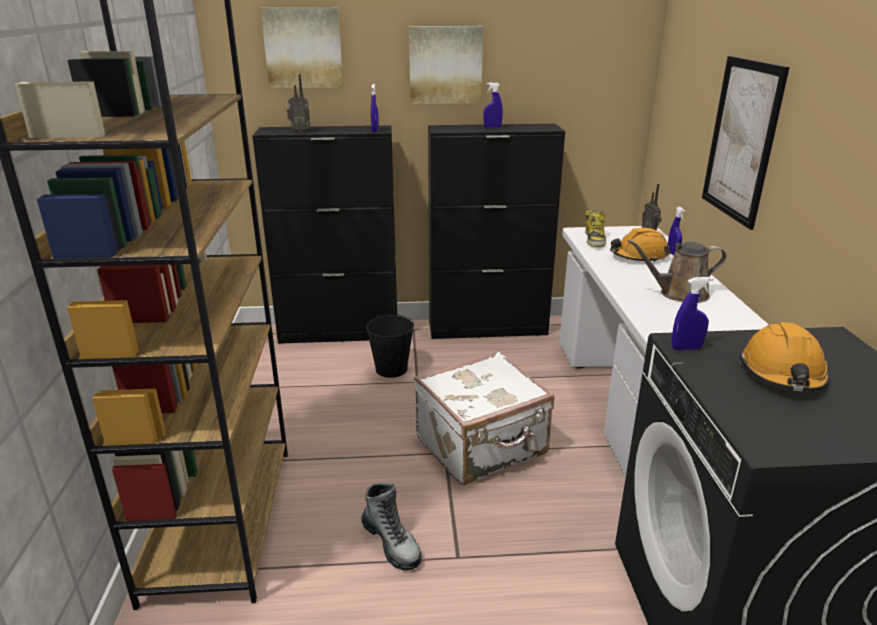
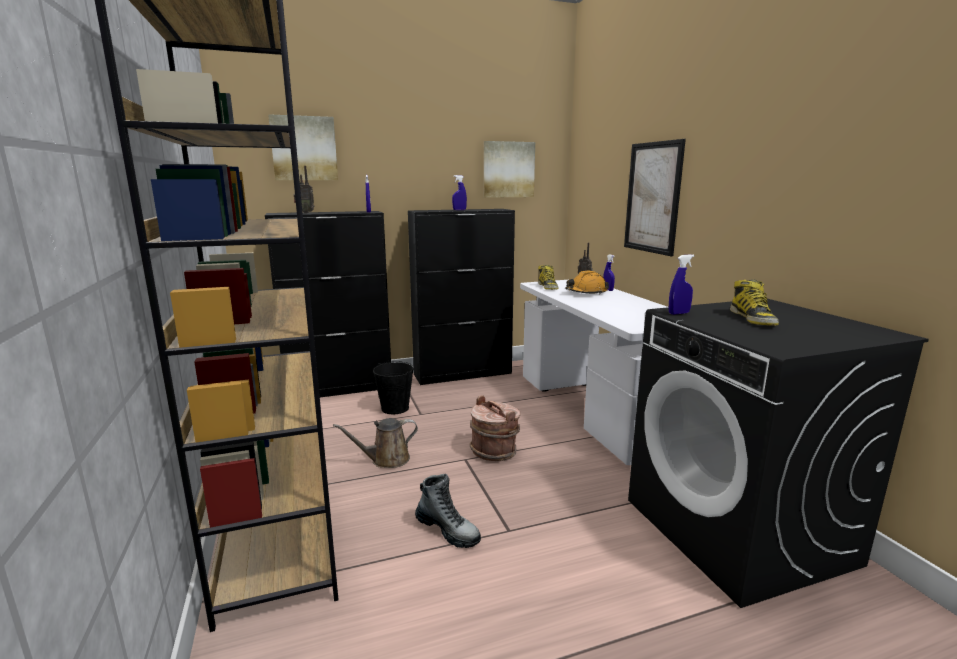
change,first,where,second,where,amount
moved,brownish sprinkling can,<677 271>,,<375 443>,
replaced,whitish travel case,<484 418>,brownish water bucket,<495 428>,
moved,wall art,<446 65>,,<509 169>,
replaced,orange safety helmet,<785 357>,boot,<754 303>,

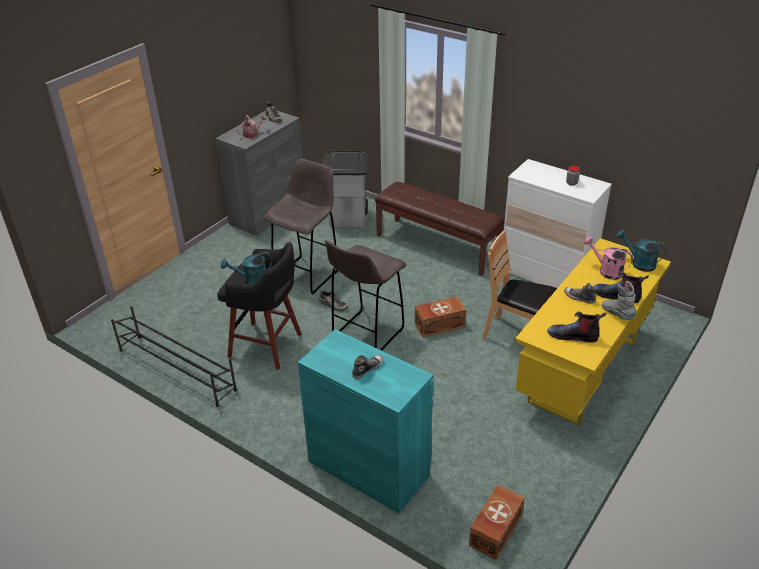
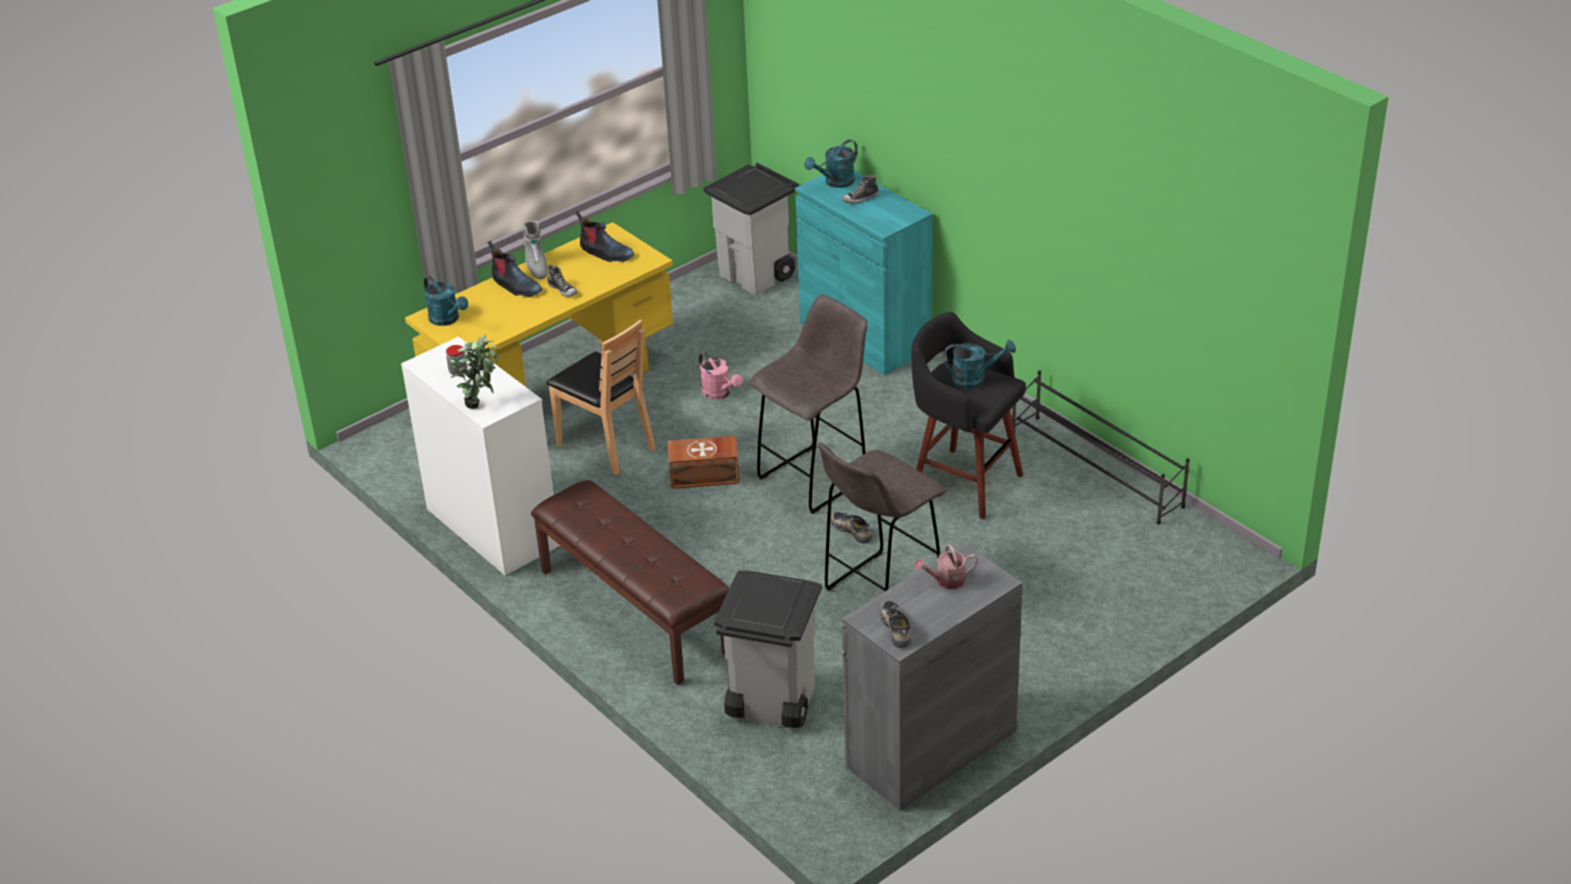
change,first,where,second,where,amount
added,,,houseplant,<474 372>,
moved,pinkish sprinkling can,<608 258>,,<721 376>,
replaced,brownish storage bin,<497 522>,gray trash can,<750 229>,
added,,,turquoise sprinkling can,<831 164>,

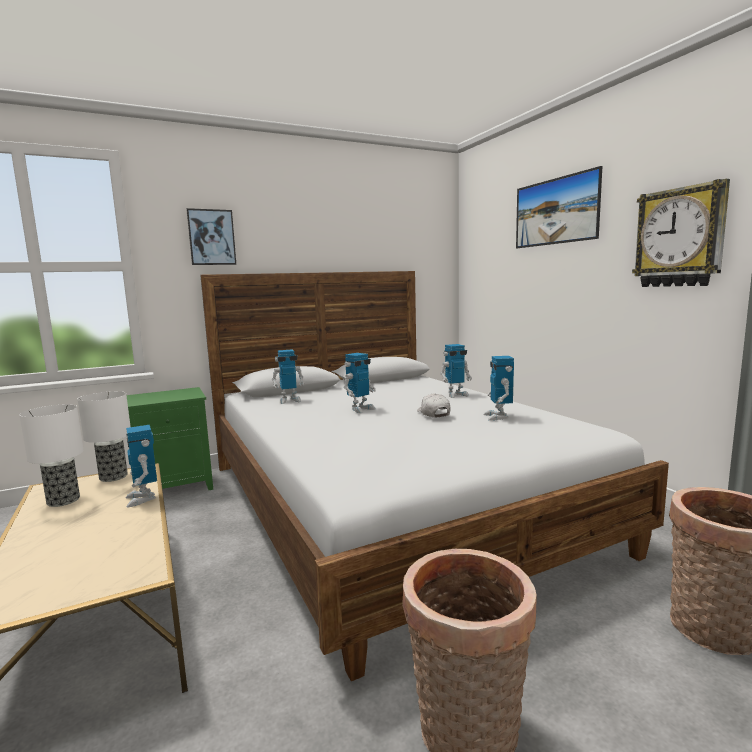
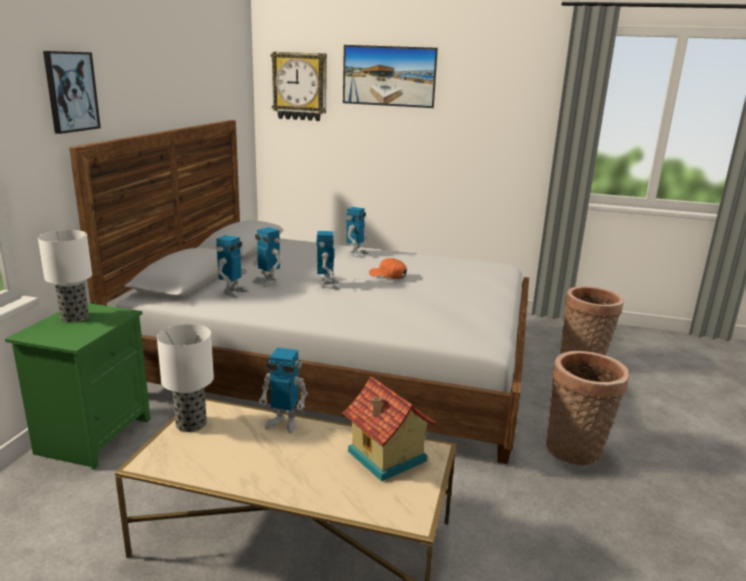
change,first,where,second,where,amount
moved,table lamp,<51 455>,,<65 276>,
moved,robot figure,<498 388>,,<266 257>,
moved,hanging clock,<681 233>,,<299 86>,
added,,,model house,<389 428>,
recoloured,whitish baseball cap,<434 406>,orange baseball cap,<388 268>,

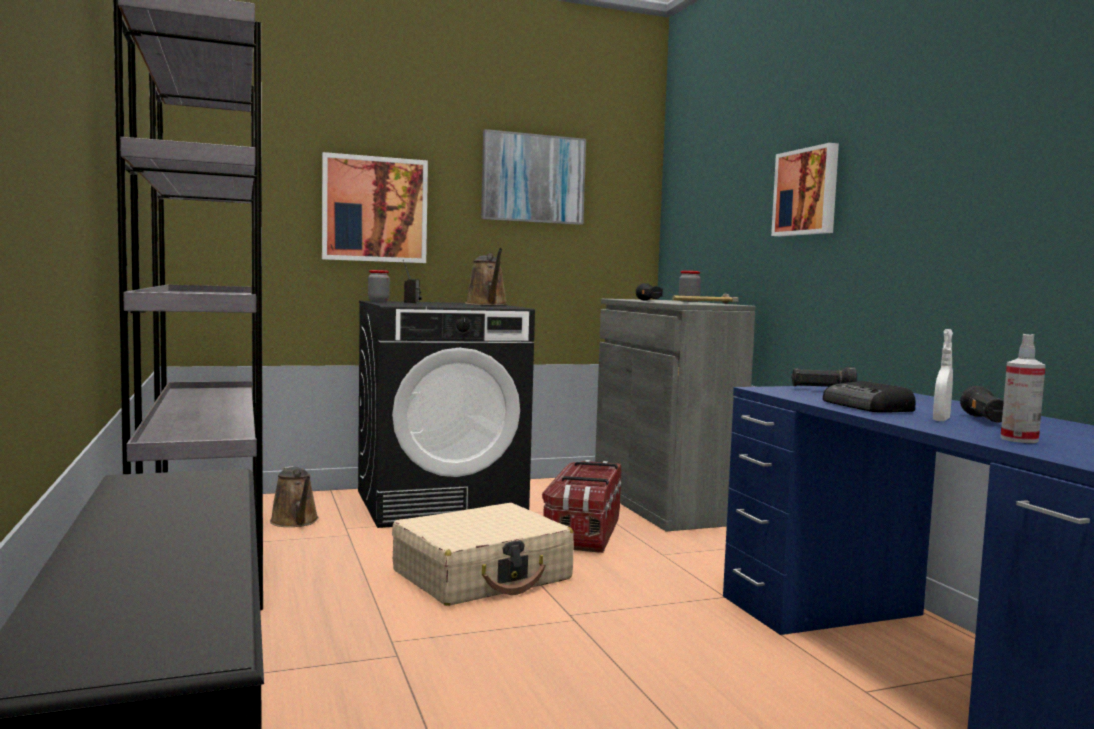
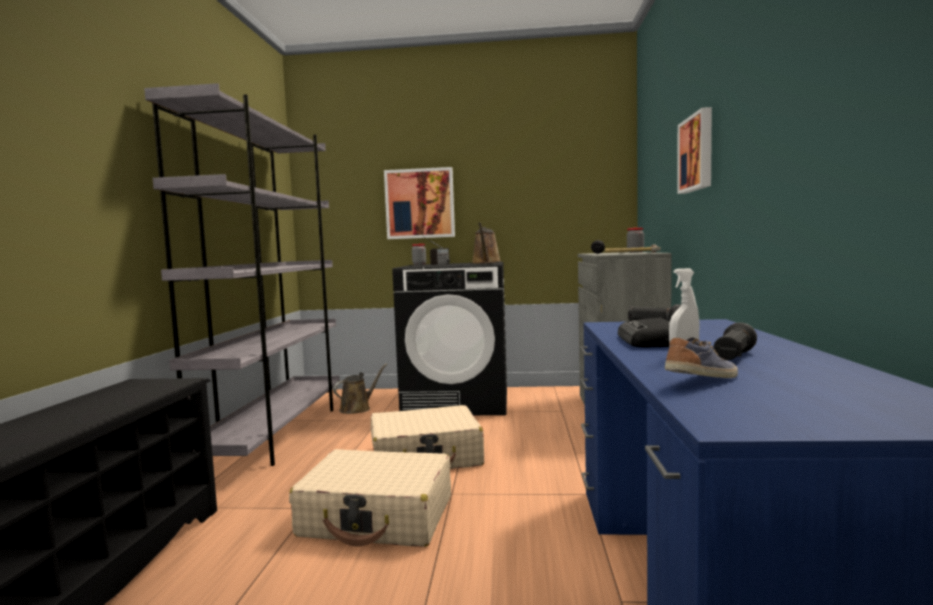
change,first,where,second,where,amount
added,,,beige travel case,<370 498>,
turned,brownish sprinkling can,<294 496>,,<360 389>,135 degrees counterclockwise
replaced,hand sprayer,<1023 388>,shoe,<701 357>,
removed,wall art,<533 177>,,,
removed,storage bin,<581 506>,,,

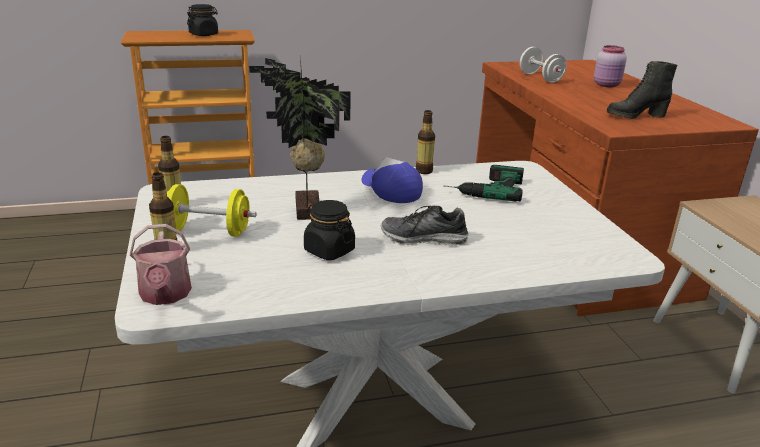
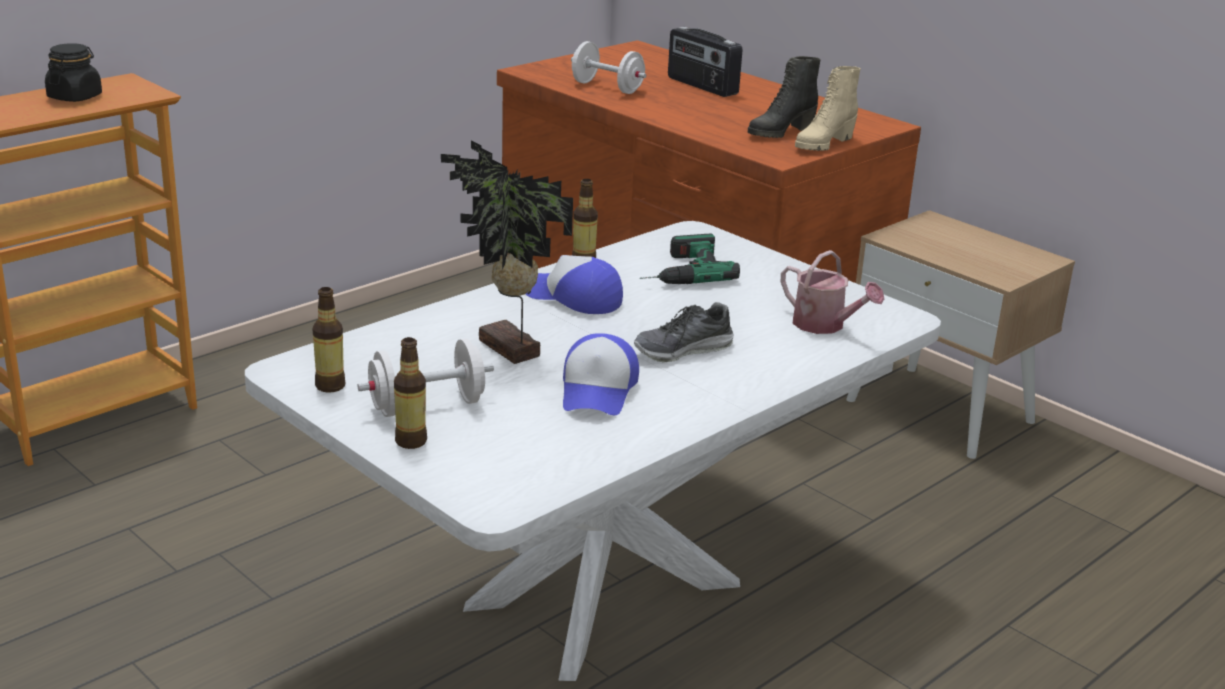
change,first,where,second,where,amount
recoloured,yellowish free weight,<212 210>,whitish free weight,<426 378>,
replaced,blackish preserve jar,<329 230>,baseball cap,<601 374>,
replaced,pinkish preserve jar,<610 66>,radio,<705 62>,
moved,sprinkling can,<161 264>,,<832 292>,
added,,,beige boot,<828 108>,

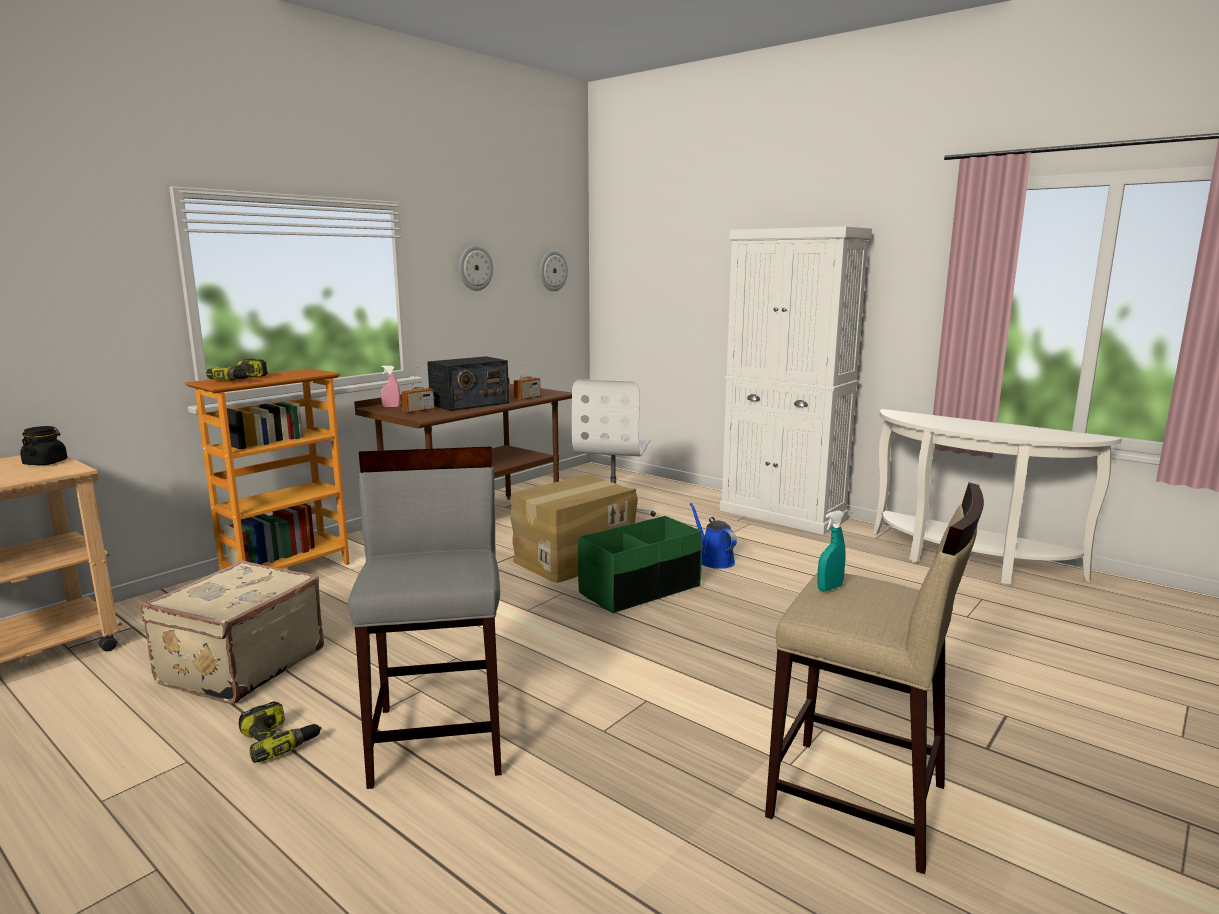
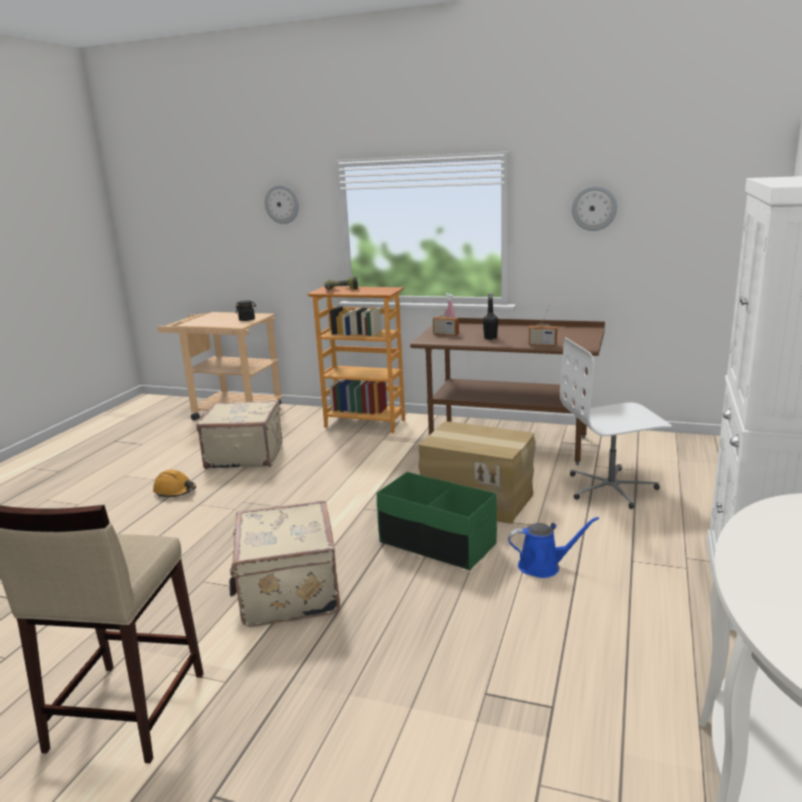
change,first,where,second,where,amount
replaced,electric drill,<280 732>,orange safety helmet,<174 484>,
added,,,beige travel case,<284 564>,
moved,hanging clock,<554 270>,,<282 204>,
replaced,radio,<468 383>,blackish drink bottle,<490 317>,
turned,bluish sprinkling can,<713 536>,,<553 547>,45 degrees clockwise
removed,gray stool,<425 617>,,,
removed,turquoise hand sprayer,<831 550>,,,

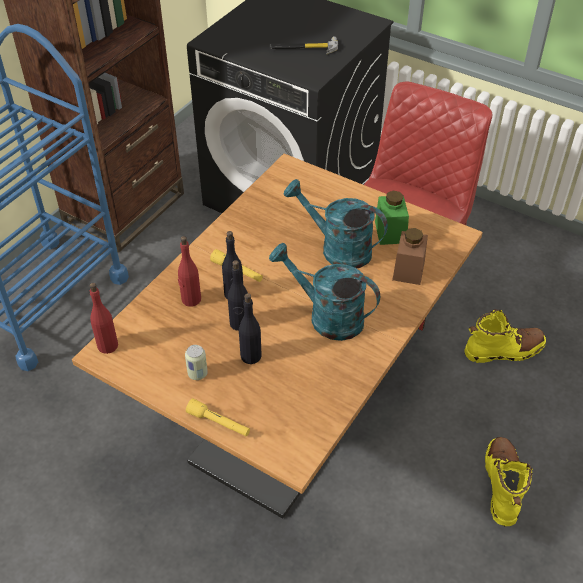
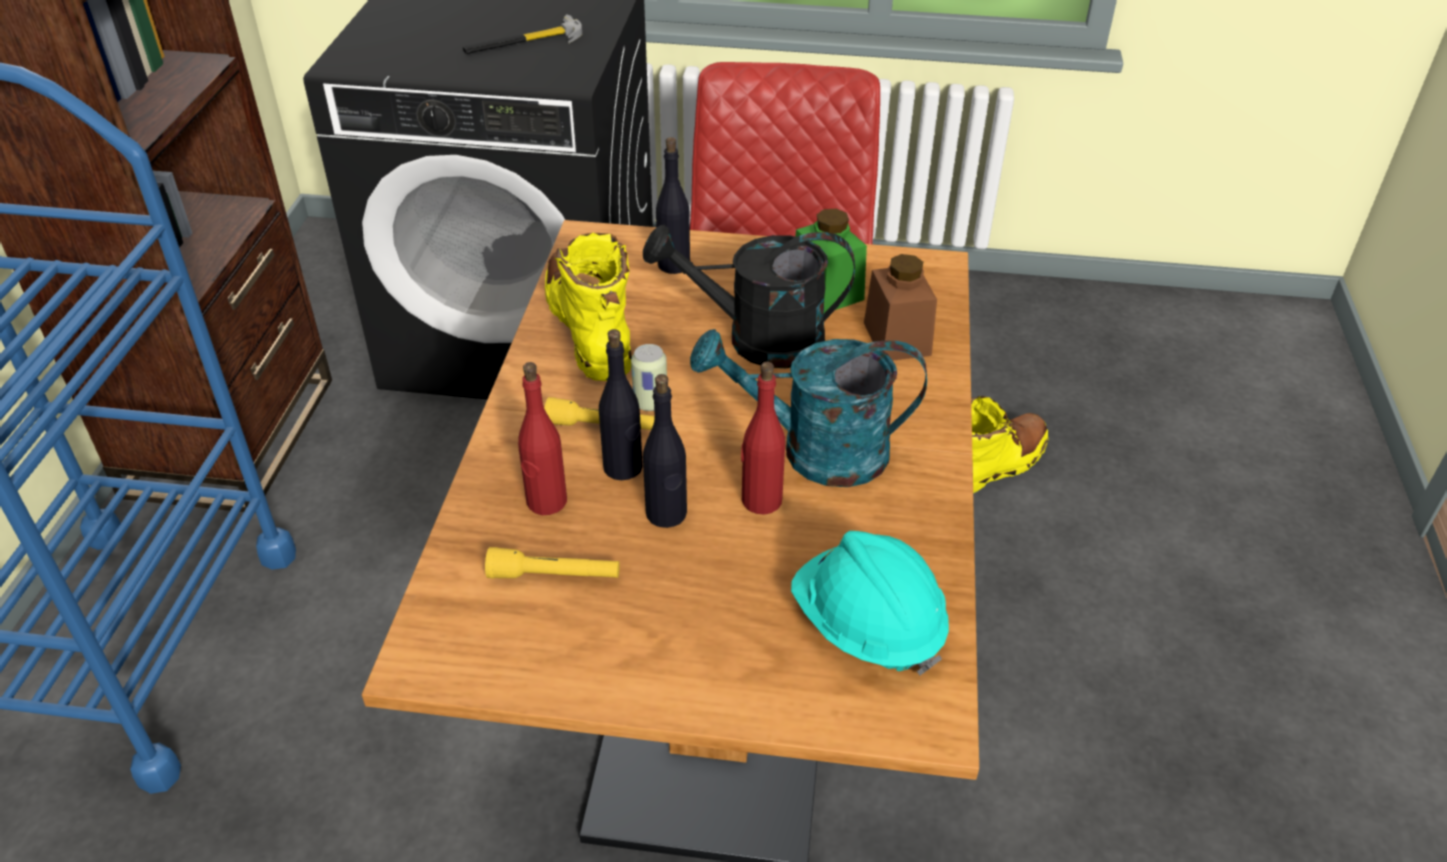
change,first,where,second,where,amount
moved,yellowish torch,<218 417>,,<552 562>,
moved,yellowish boot,<509 481>,,<588 307>,
moved,metal can,<196 362>,,<649 377>,
recoloured,turquoise sprinkling can,<336 223>,blackish sprinkling can,<749 296>,
moved,blackish drink bottle,<250 328>,,<673 205>,
moved,reddish drink bottle,<103 318>,,<763 438>,
added,,,turquoise safety helmet,<870 603>,

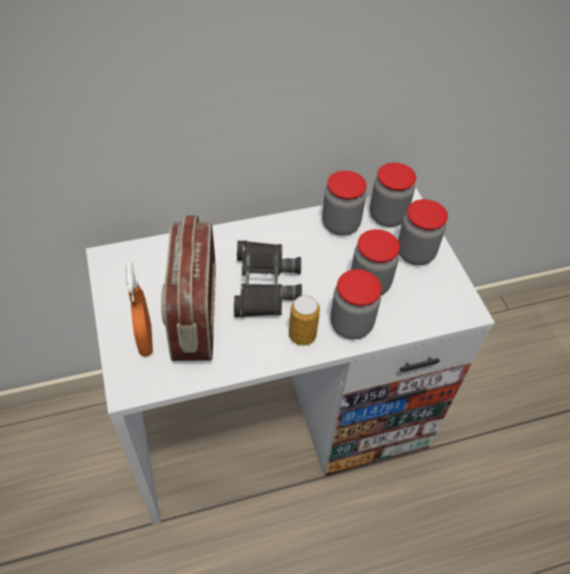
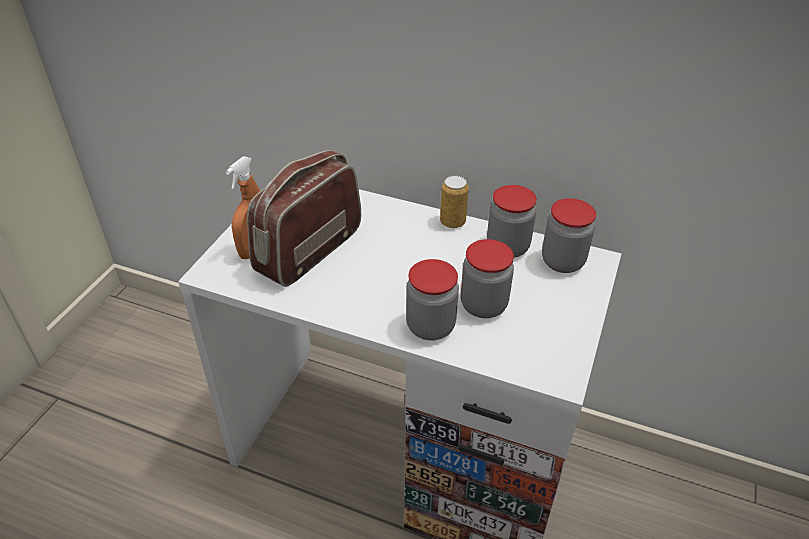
change,first,where,second,where,amount
moved,metal can,<304 320>,,<454 202>,
removed,blackish binoculars,<268 278>,,,
removed,preserve jar,<423 232>,,,

